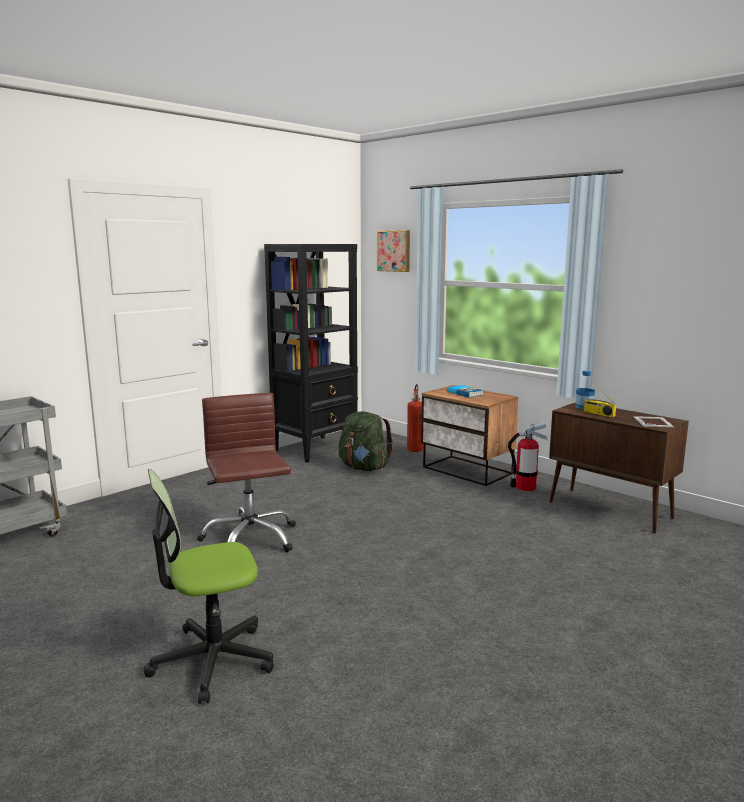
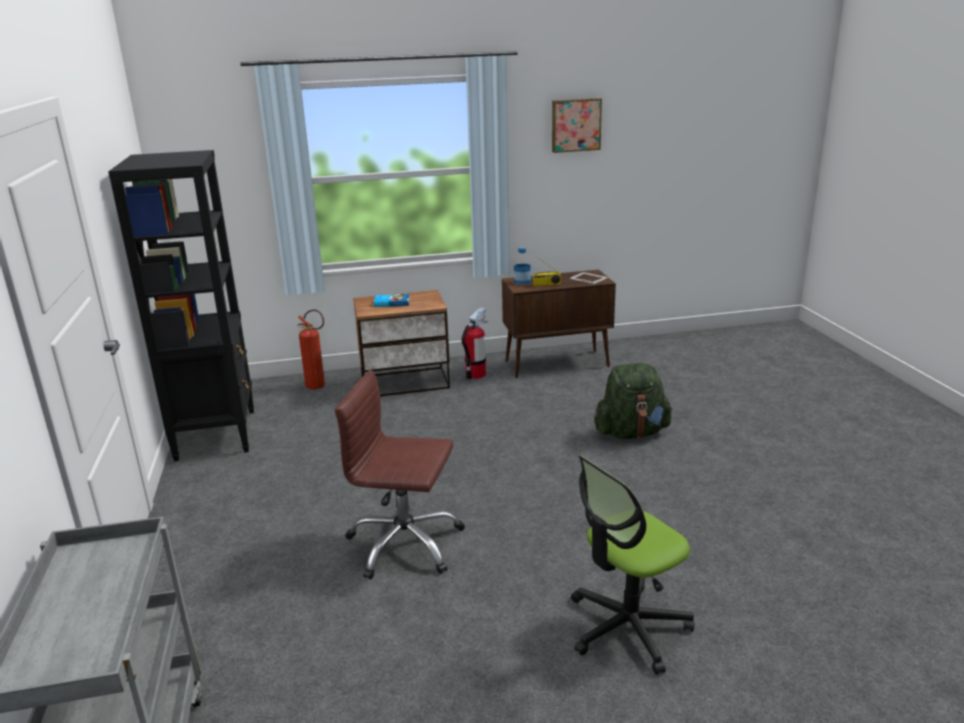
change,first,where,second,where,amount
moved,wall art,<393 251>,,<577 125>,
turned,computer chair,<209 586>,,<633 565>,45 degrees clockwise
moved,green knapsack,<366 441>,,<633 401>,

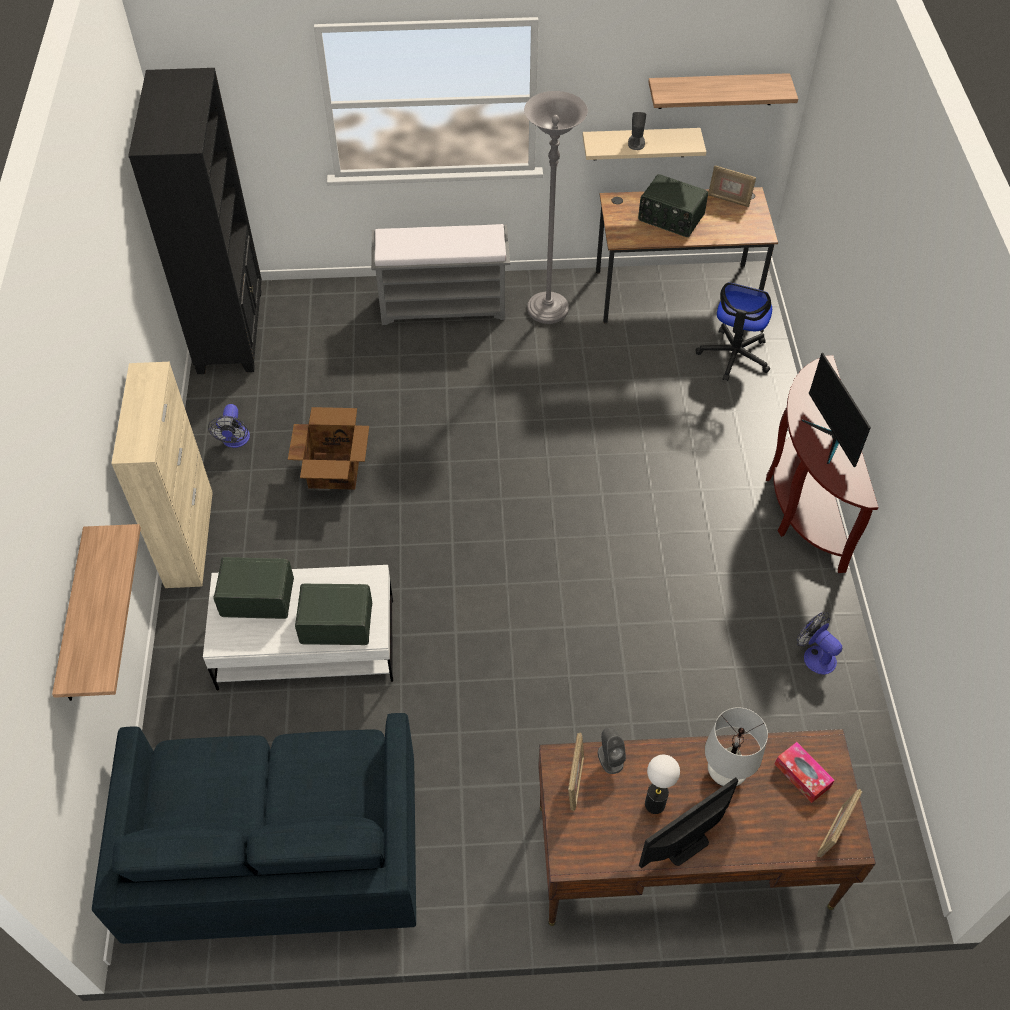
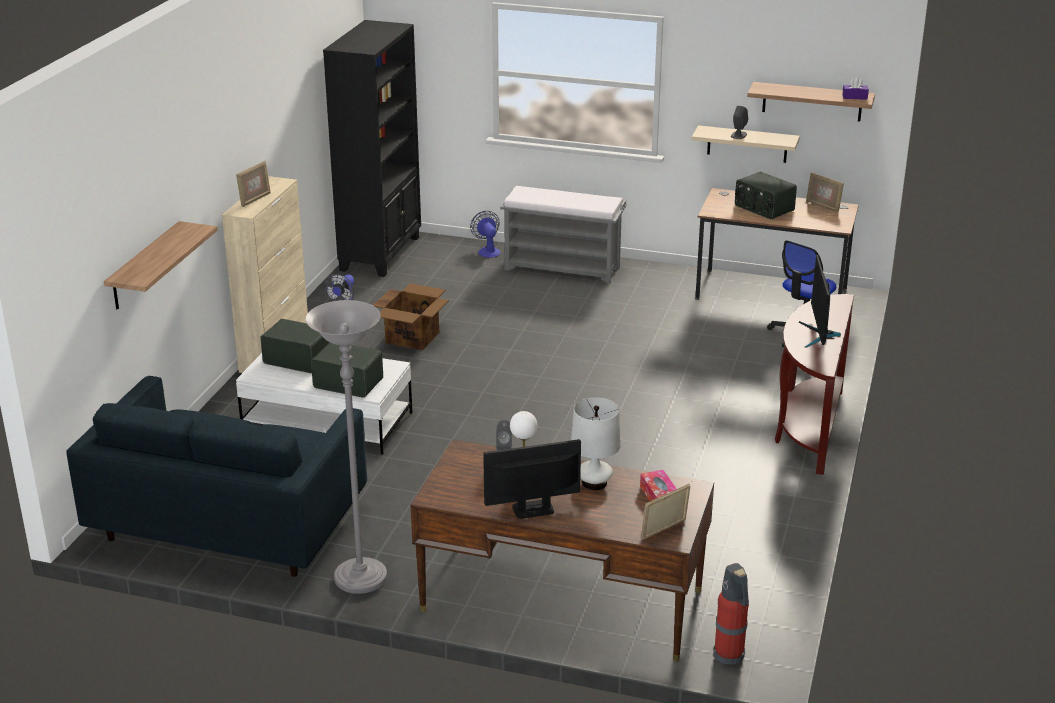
change,first,where,second,where,amount
moved,photo frame,<576 771>,,<253 184>,
moved,gray standing lamp,<556 207>,,<346 447>,
moved,cooling fan,<819 643>,,<485 234>,
added,,,extinguisher,<731 614>,
added,,,purple box of tissues,<856 88>,

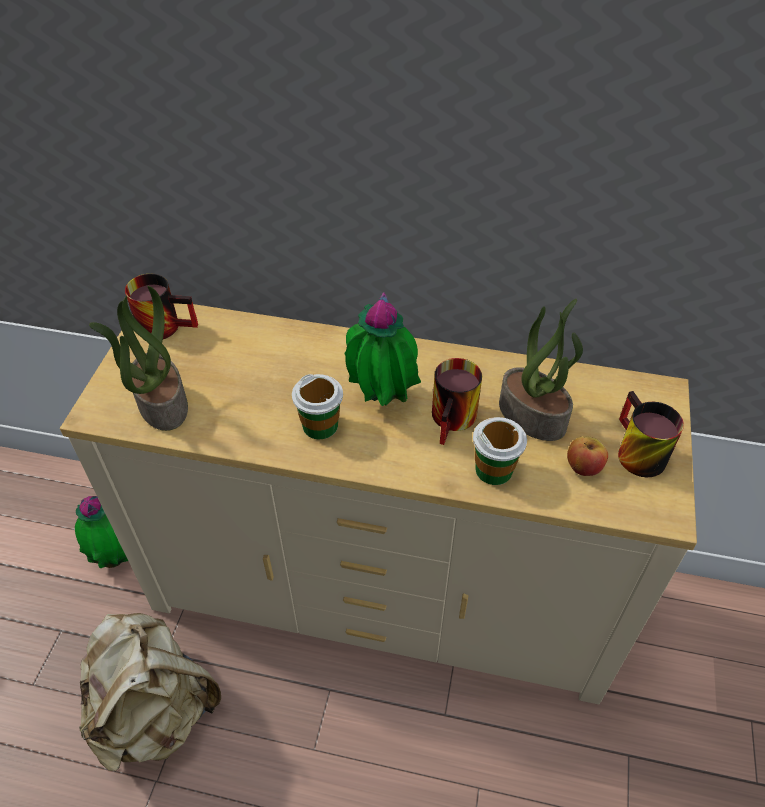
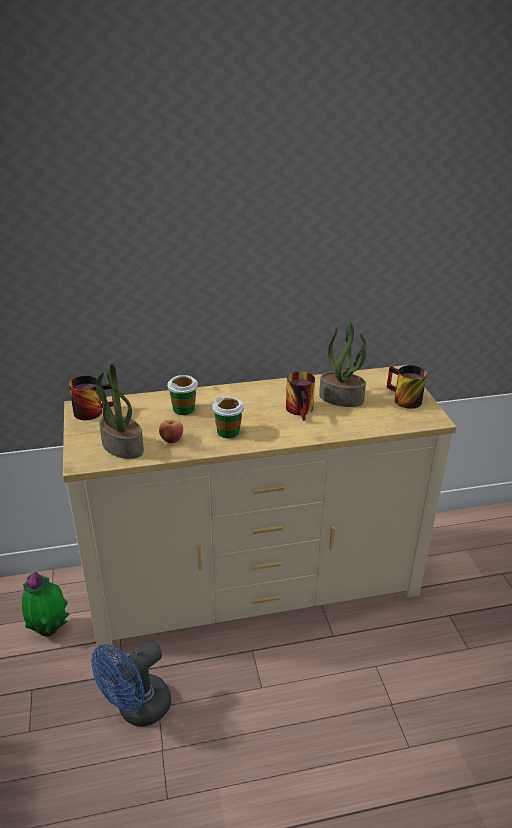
change,first,where,second,where,amount
replaced,beige knapsack,<150 692>,bluish cooling fan,<131 684>,
moved,apple,<587 456>,,<171 431>,
moved,small cup,<500 451>,,<182 395>,
removed,houseplant,<383 349>,,,

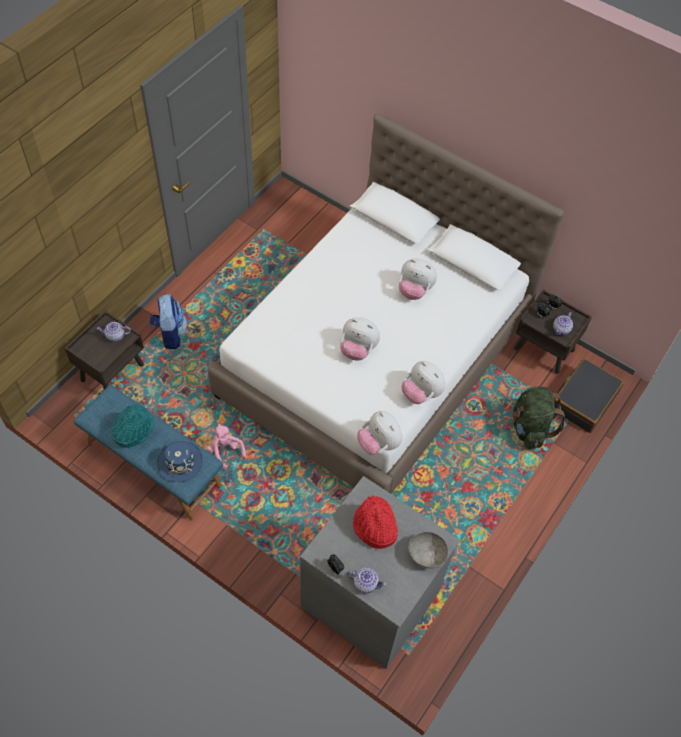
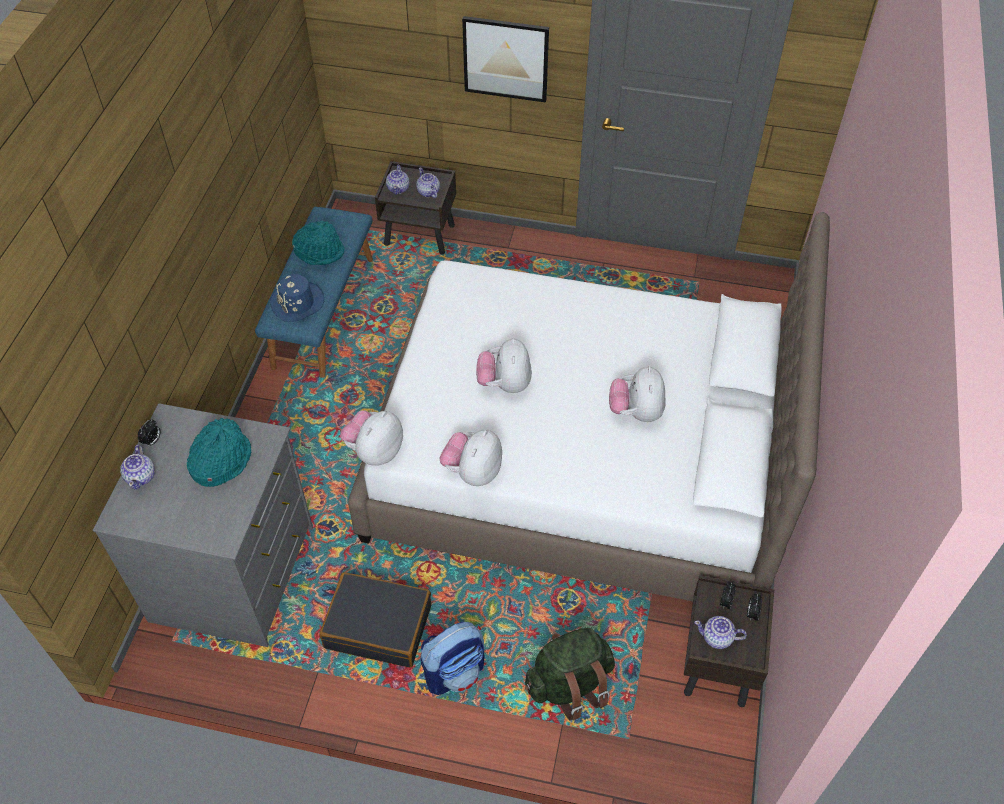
change,first,where,second,where,amount
recoloured,reddish clothing hat,<375 522>,turquoise clothing hat,<219 452>,
moved,blackish travel case,<589 396>,,<375 620>,
added,,,pot for tea,<397 180>,
moved,knapsack,<169 321>,,<452 658>,
added,,,wall art,<505 59>,
removed,pinkish soft toy,<226 447>,,,
removed,gray serving bowl,<428 550>,,,

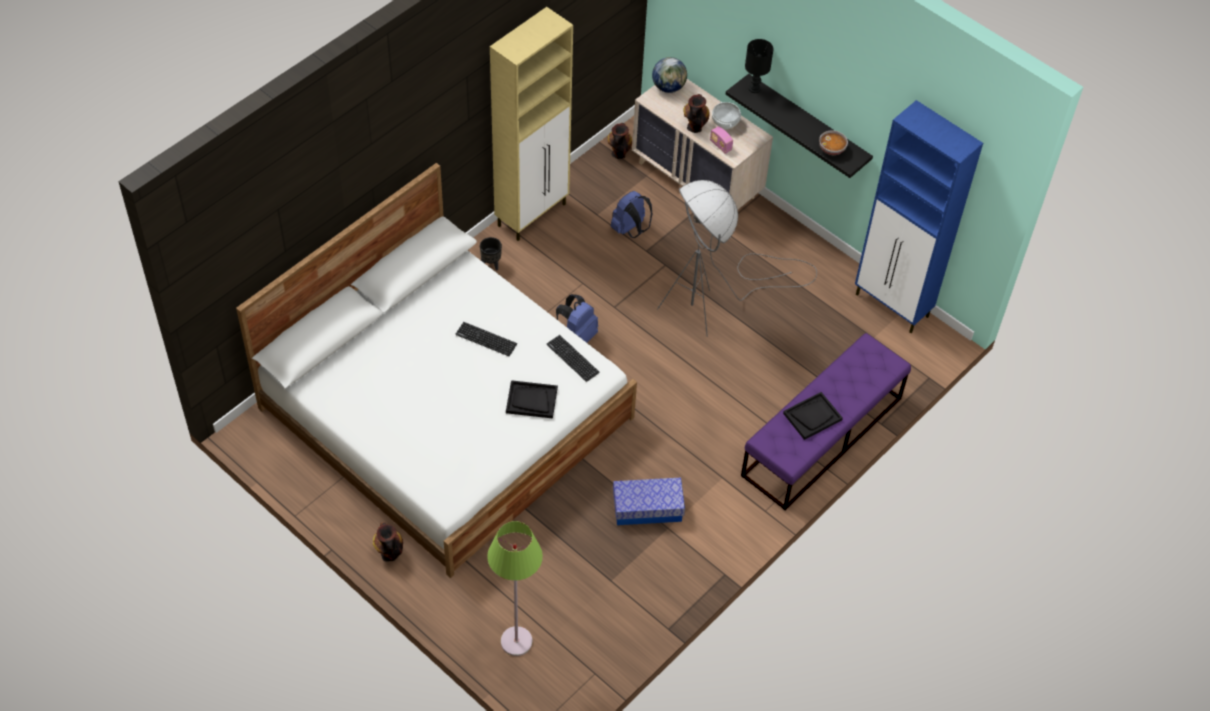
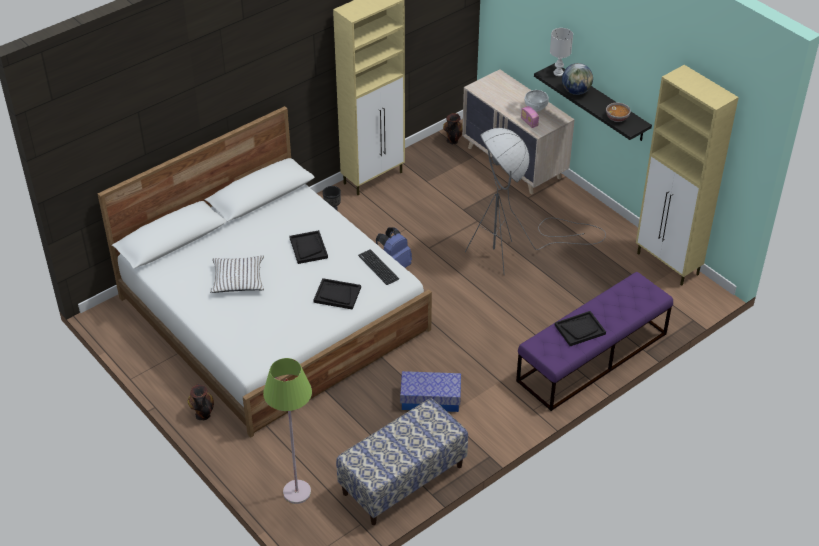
change,first,where,second,where,amount
added,,,whitish pillow,<237 274>,
replaced,computer keyboard,<486 339>,blackish carrying tray,<308 247>,
added,,,bench,<402 461>,
recoloured,blackish table lamp,<759 66>,whitish table lamp,<561 52>,
moved,desk globe,<669 75>,,<577 79>,
recoloured,bluish cupboard,<919 216>,beige cupboard,<687 175>,
removed,bluish knapsack,<632 214>,,,
removed,vase,<696 113>,,,

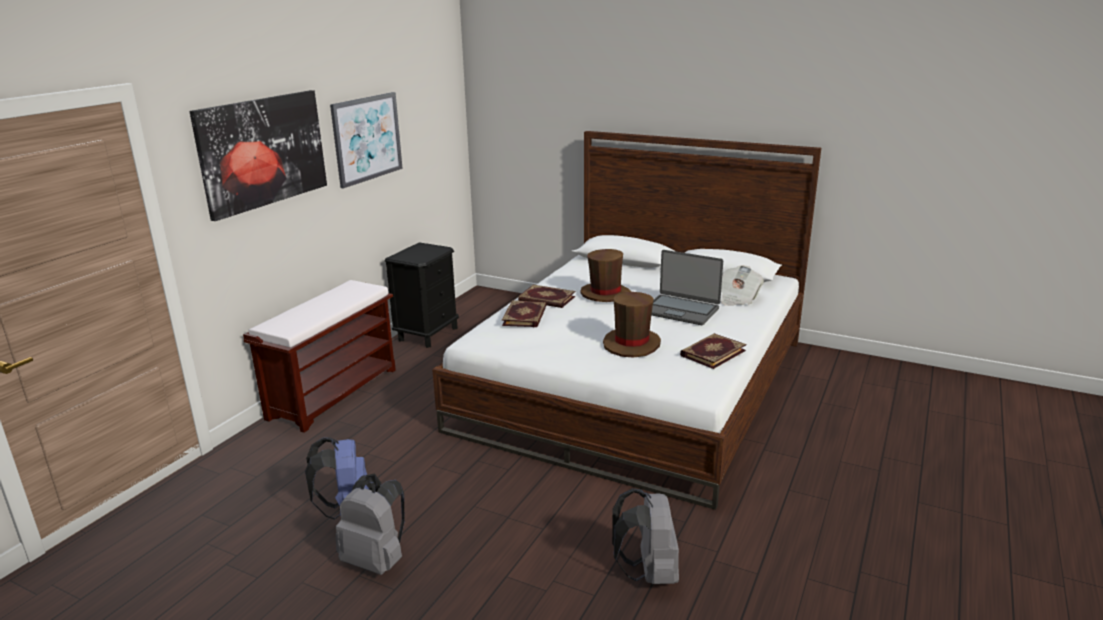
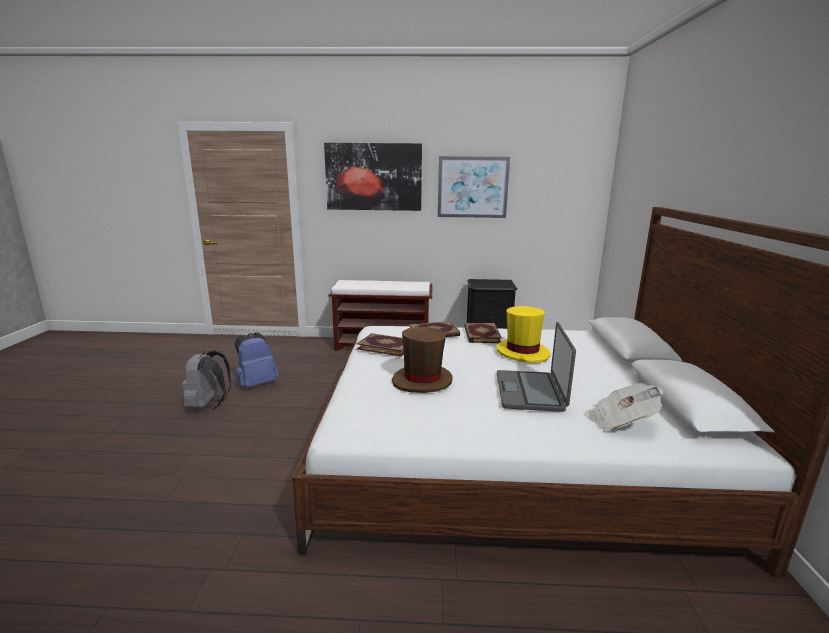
change,first,where,second,where,amount
moved,volume,<713 351>,,<380 345>,
recoloured,brownish clothing hat,<606 275>,yellowish clothing hat,<523 334>,
removed,gray knapsack,<645 536>,,,

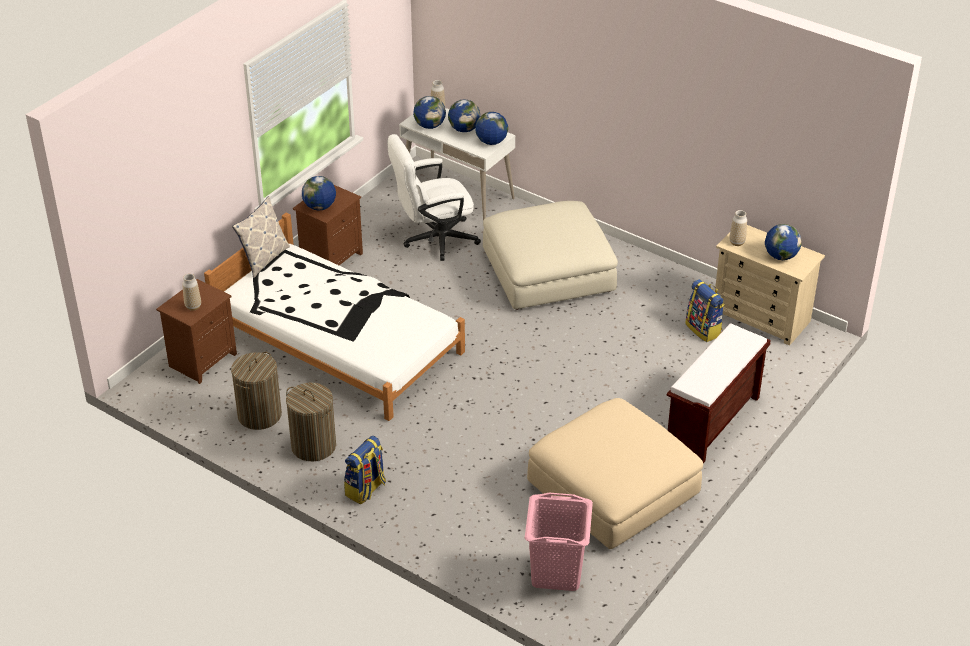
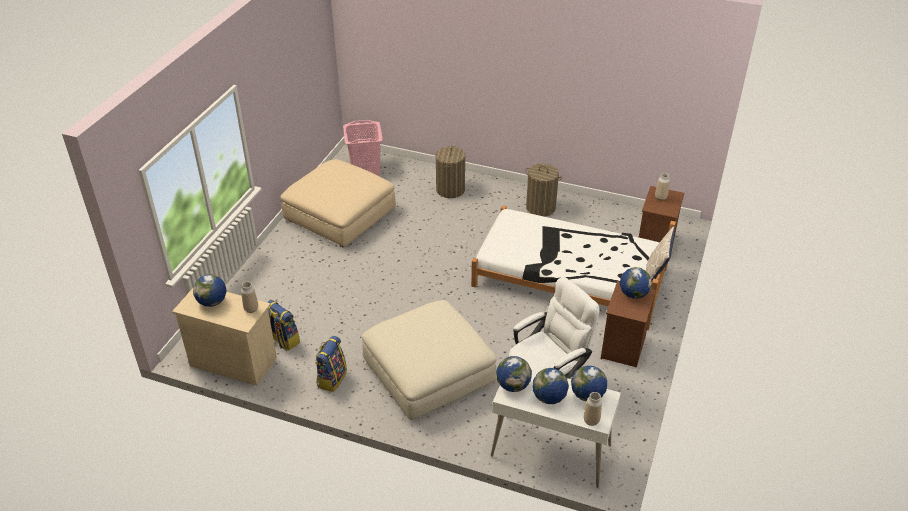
change,first,where,second,where,amount
moved,knapsack,<365 470>,,<331 364>,
moved,hamper,<256 391>,,<450 172>,
removed,brownish bench,<719 393>,,,

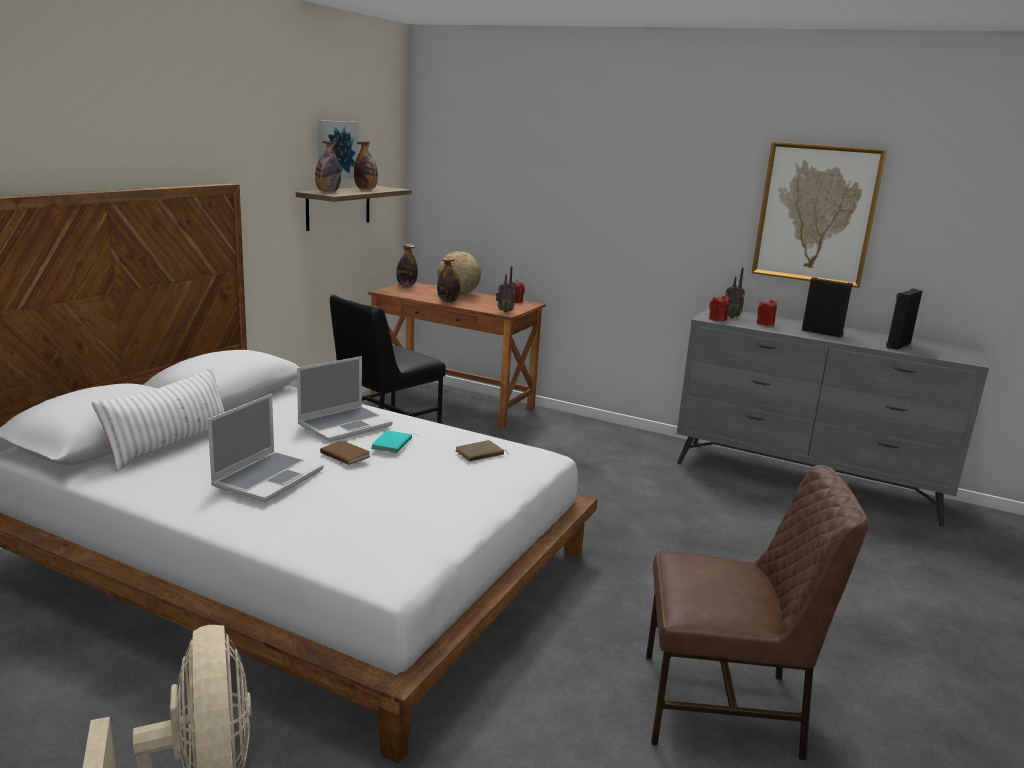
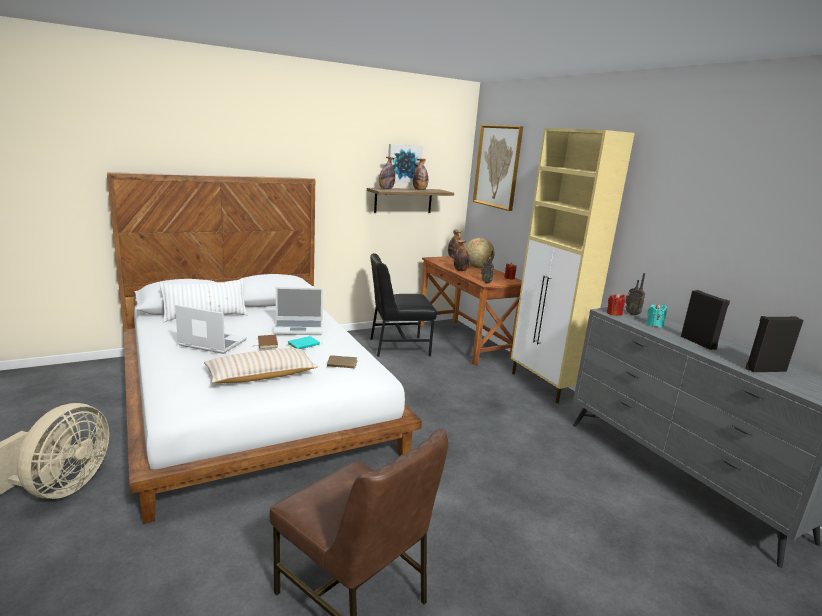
change,first,where,second,where,amount
turned,laptop,<265 448>,,<211 329>,135 degrees counterclockwise
added,,,beige pillow,<261 365>,
moved,wall art,<819 215>,,<498 168>,
added,,,beige cupboard,<573 265>,
recoloured,reddish wax light,<766 312>,turquoise wax light,<656 315>,

